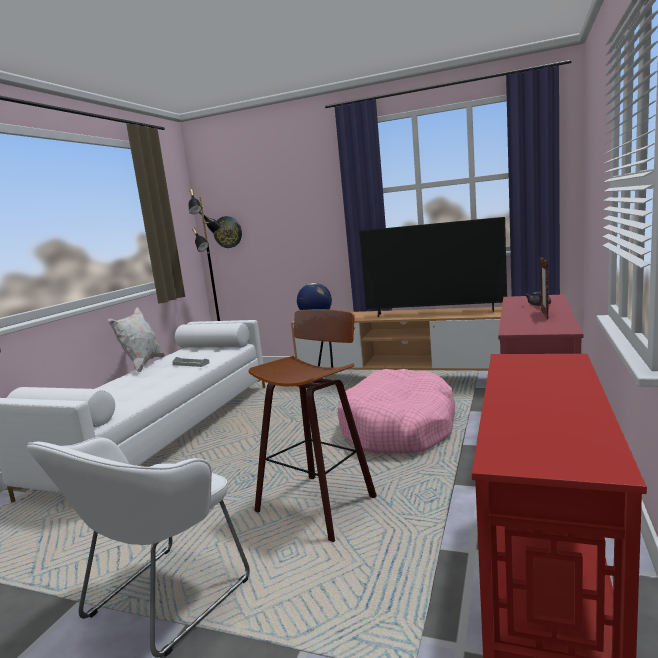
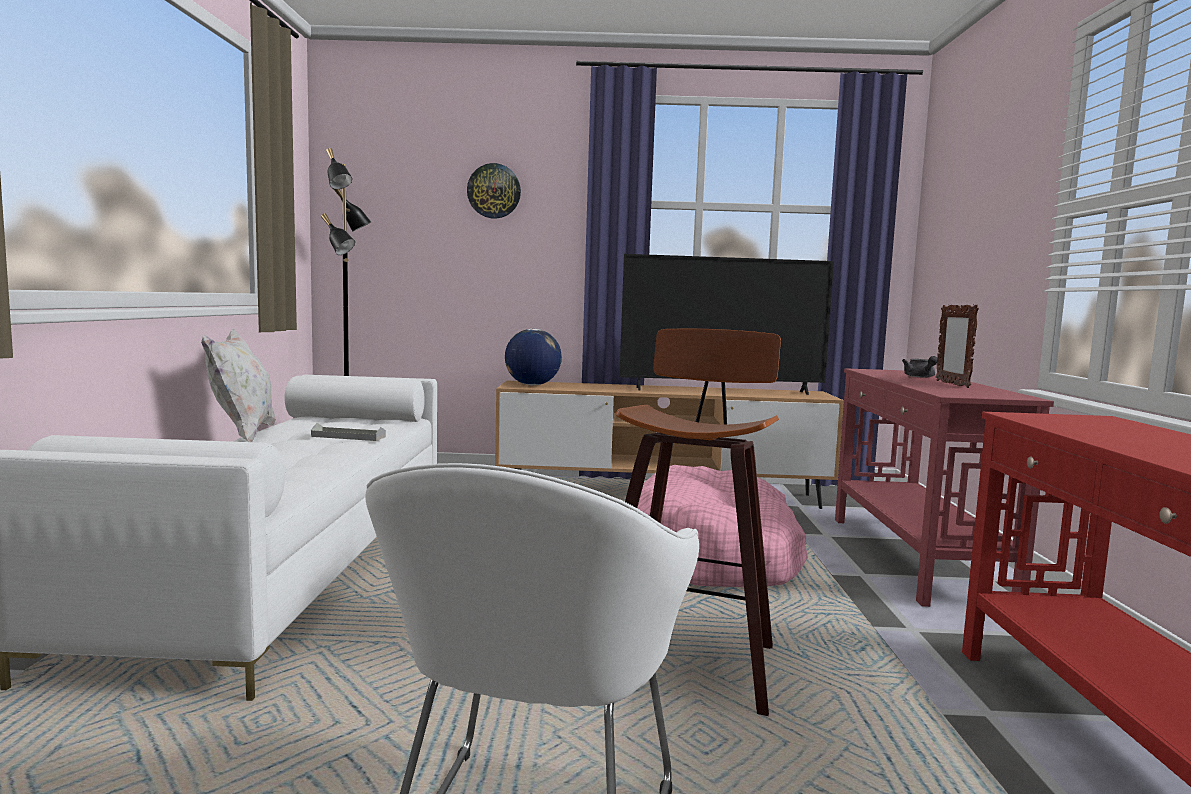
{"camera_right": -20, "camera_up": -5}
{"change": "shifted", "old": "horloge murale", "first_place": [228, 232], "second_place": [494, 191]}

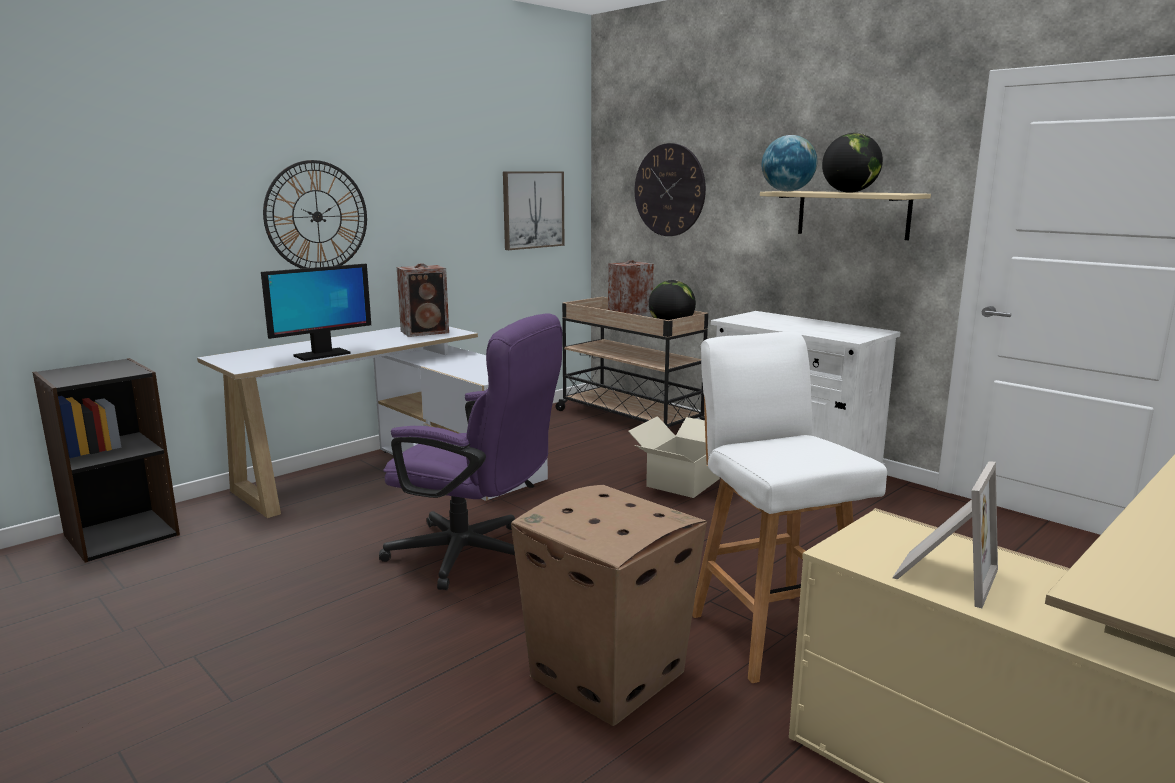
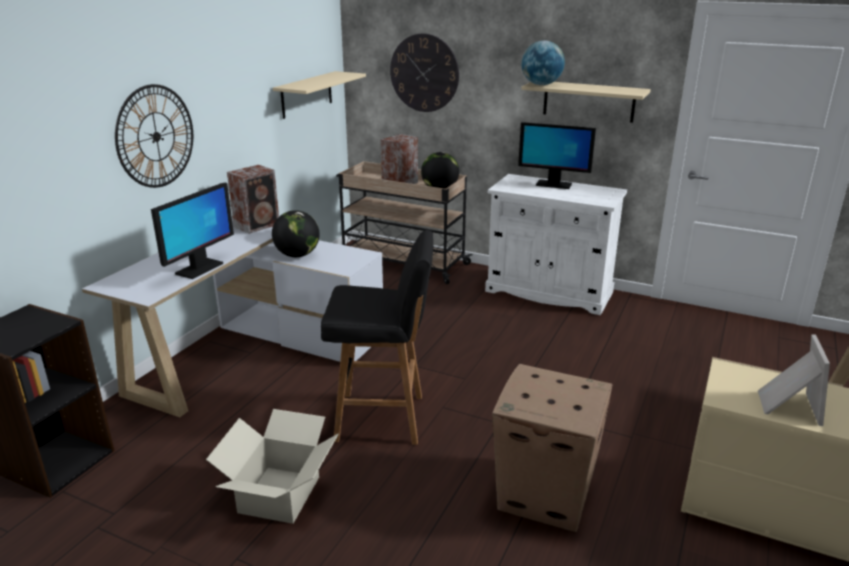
{"camera_right": -20, "camera_up": 10}
{"change": "gone", "old": "tabouret (blanc)", "first_place": [771, 632]}
{"change": "new", "new": "écran d'ordinateur", "second_place": [553, 184]}
{"change": "shifted", "old": "carton", "first_place": [684, 482], "second_place": [280, 494]}
{"change": "shifted", "old": "globe", "first_place": [849, 192], "second_place": [297, 255]}
{"change": "swapped", "old": "chaise de bureau (violet)", "new": "tabouret (noir)", "first_place": [475, 556], "second_place": [383, 418]}
{"change": "swapped", "old": "tableau", "new": "étagère (beige)", "first_place": [533, 209], "second_place": [307, 94]}

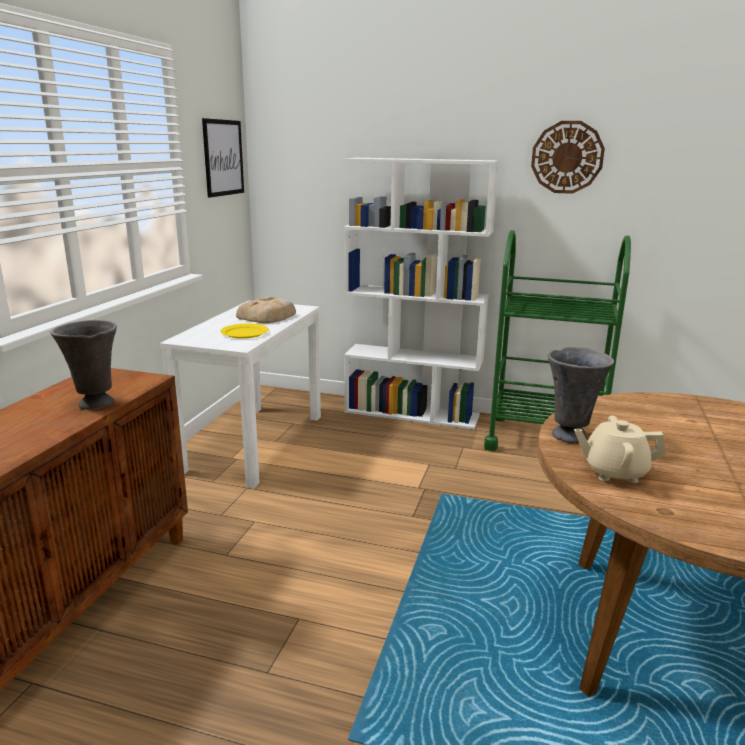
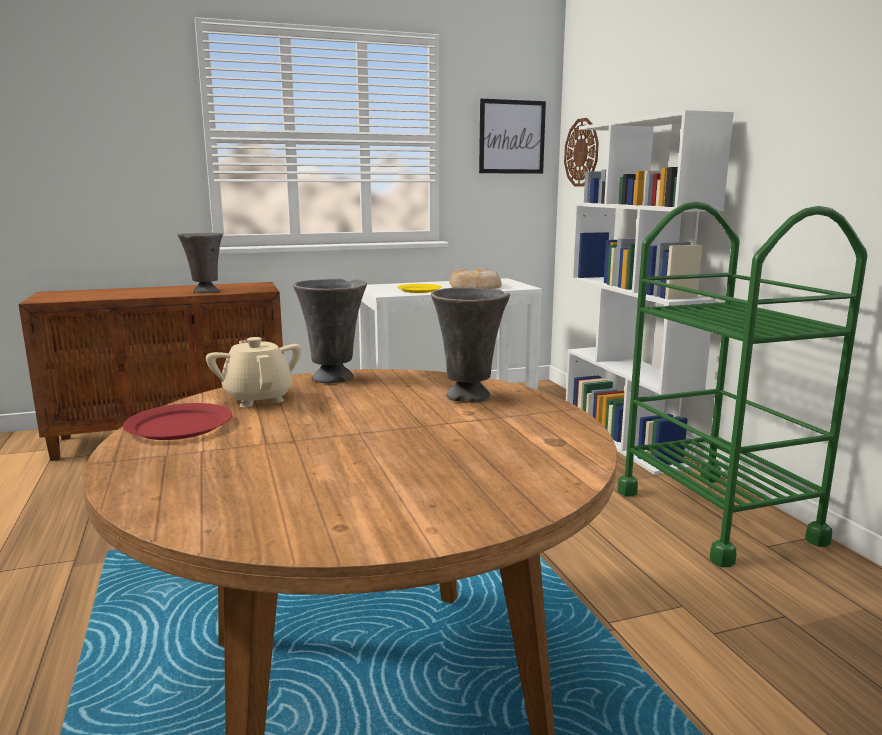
{"camera_right": 55, "camera_up": -5}
{"change": "new", "new": "assiette (rouge)", "second_place": [180, 426]}
{"change": "new", "new": "vase (gris)", "second_place": [469, 397]}
{"change": "shifted", "old": "horloge murale", "first_place": [567, 157], "second_place": [581, 152]}

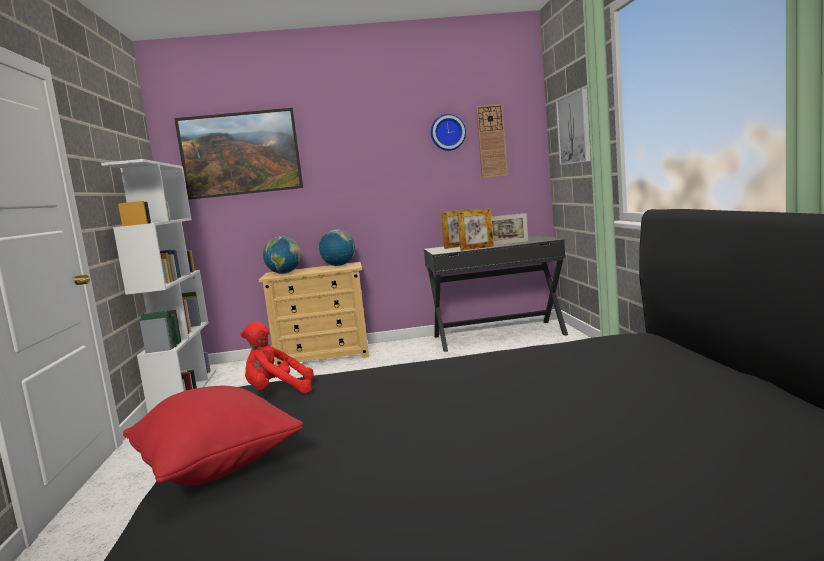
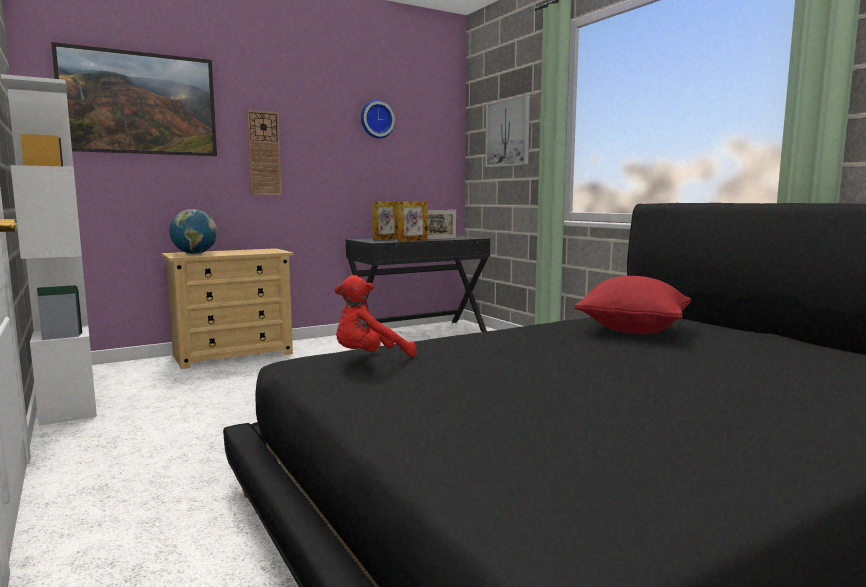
{"camera_right": -25, "camera_up": 0}
{"change": "gone", "old": "globe", "first_place": [339, 265]}
{"change": "shifted", "old": "coussin (rouge)", "first_place": [217, 467], "second_place": [633, 330]}
{"change": "shifted", "old": "horloge murale", "first_place": [491, 141], "second_place": [264, 153]}

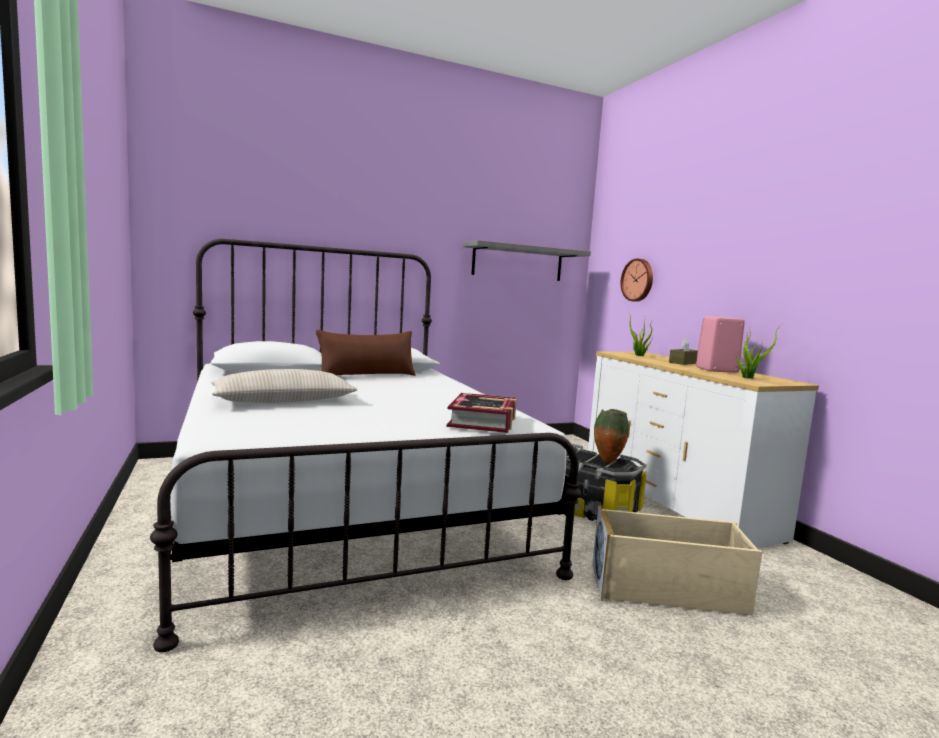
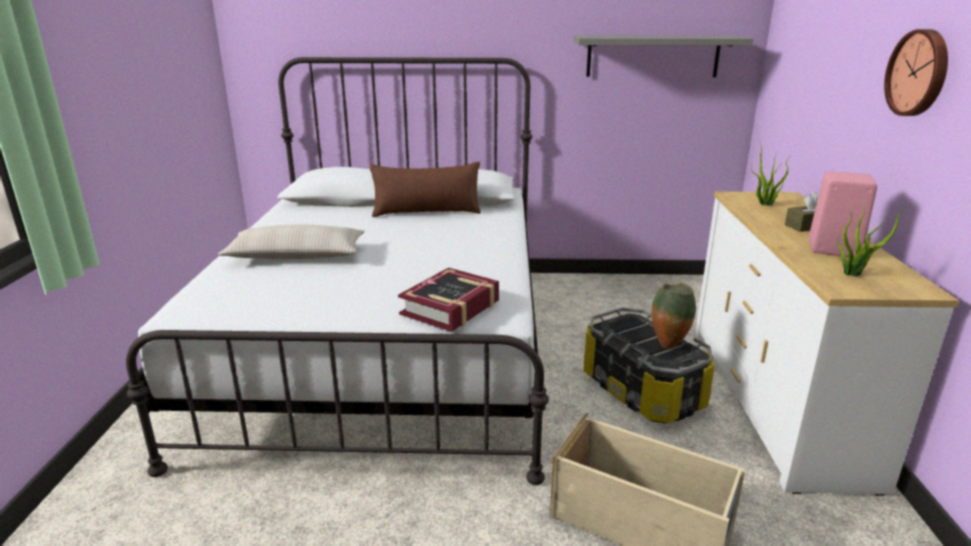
{"camera_right": 25, "camera_up": 15}
{"change": "shifted", "old": "horloge murale", "first_place": [638, 280], "second_place": [919, 73]}

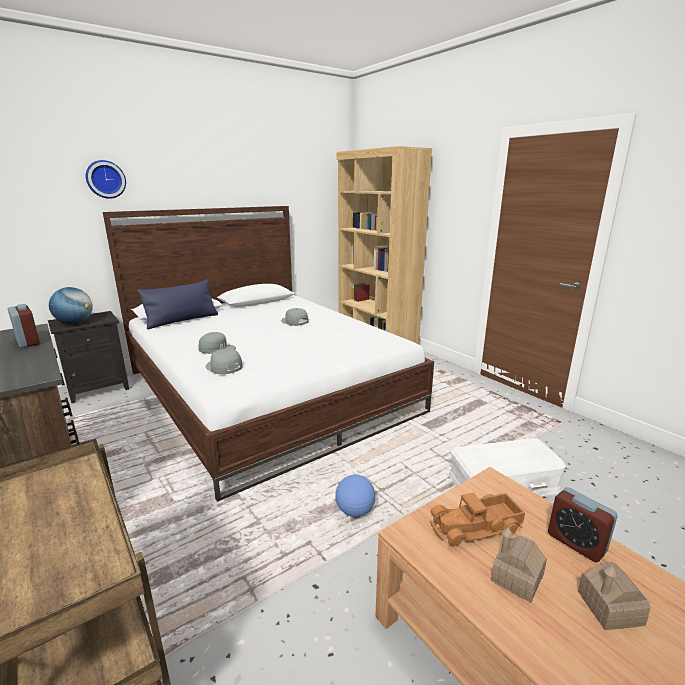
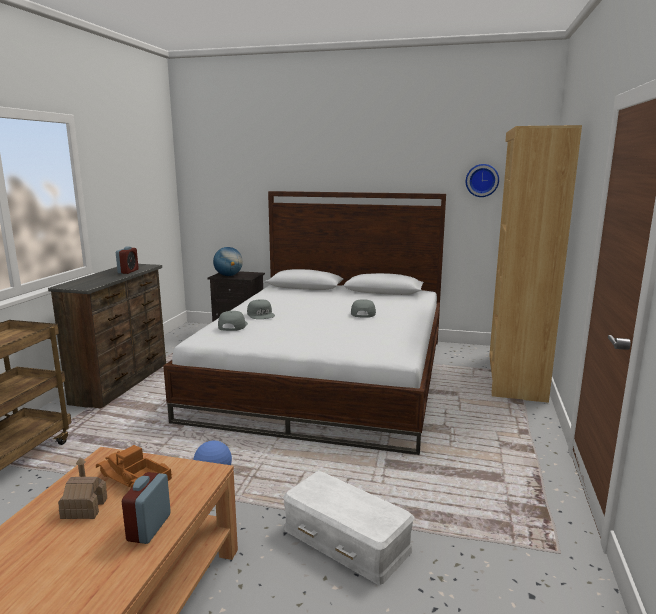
{"camera_right": 50, "camera_up": -5}
{"change": "gone", "old": "coussin (bleu)", "first_place": [182, 320]}
{"change": "gone", "old": "maison miniature", "first_place": [609, 608]}
{"change": "shifted", "old": "horloge murale", "first_place": [105, 179], "second_place": [482, 180]}

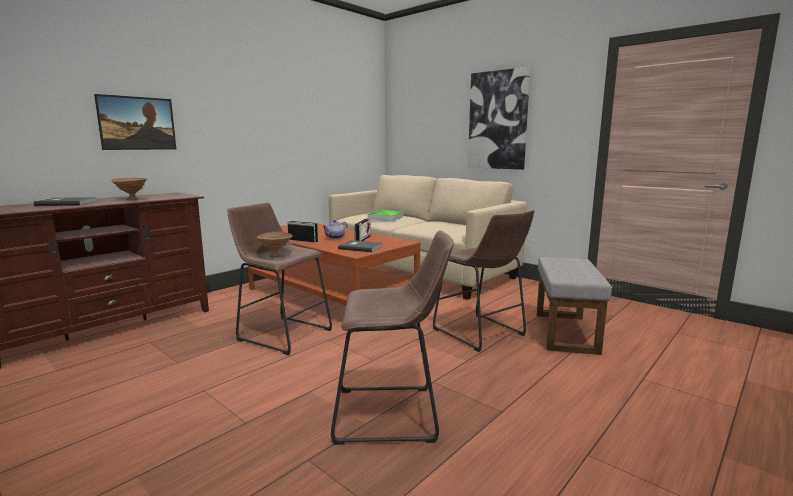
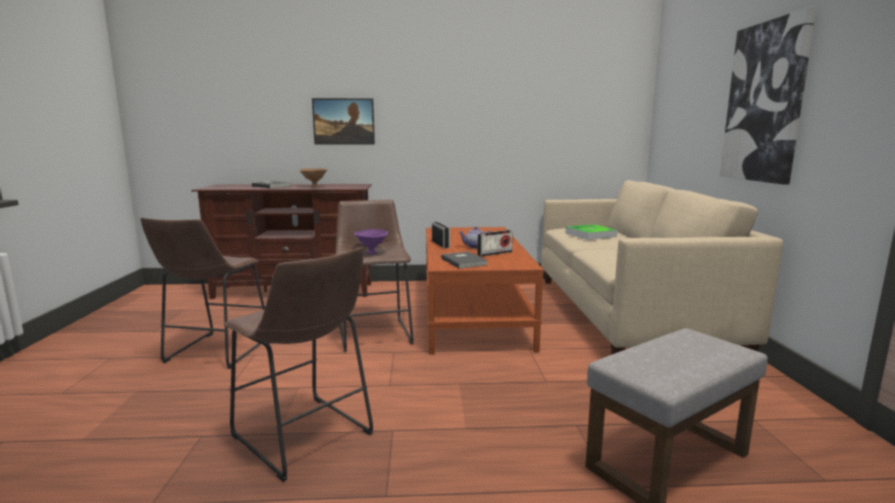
{"camera_right": 45, "camera_up": 0}
{"change": "shifted", "old": "tabouret (marron)", "first_place": [481, 334], "second_place": [215, 352]}
{"change": "repainted", "old": "bol (marron)", "new": "bol (violet)", "first_place": [276, 256], "second_place": [372, 253]}

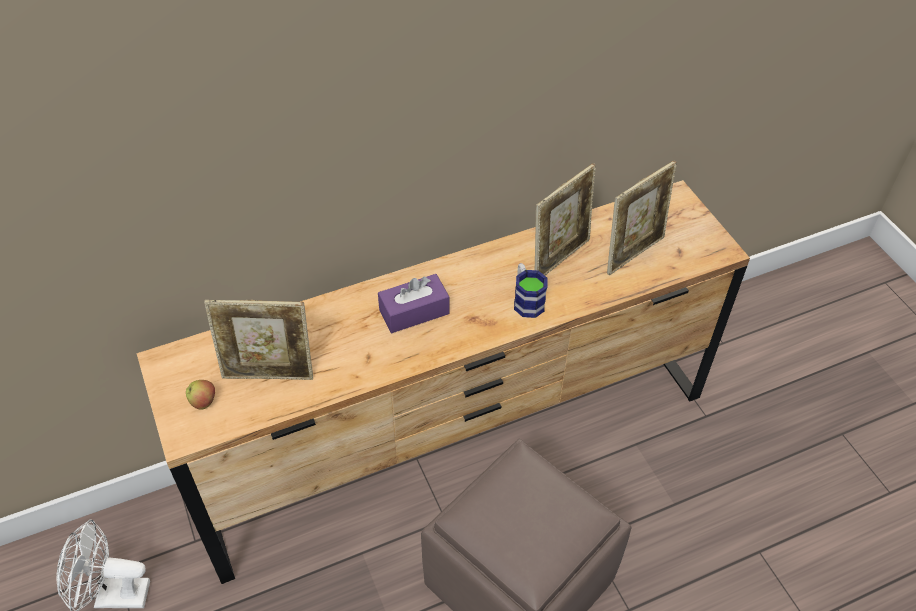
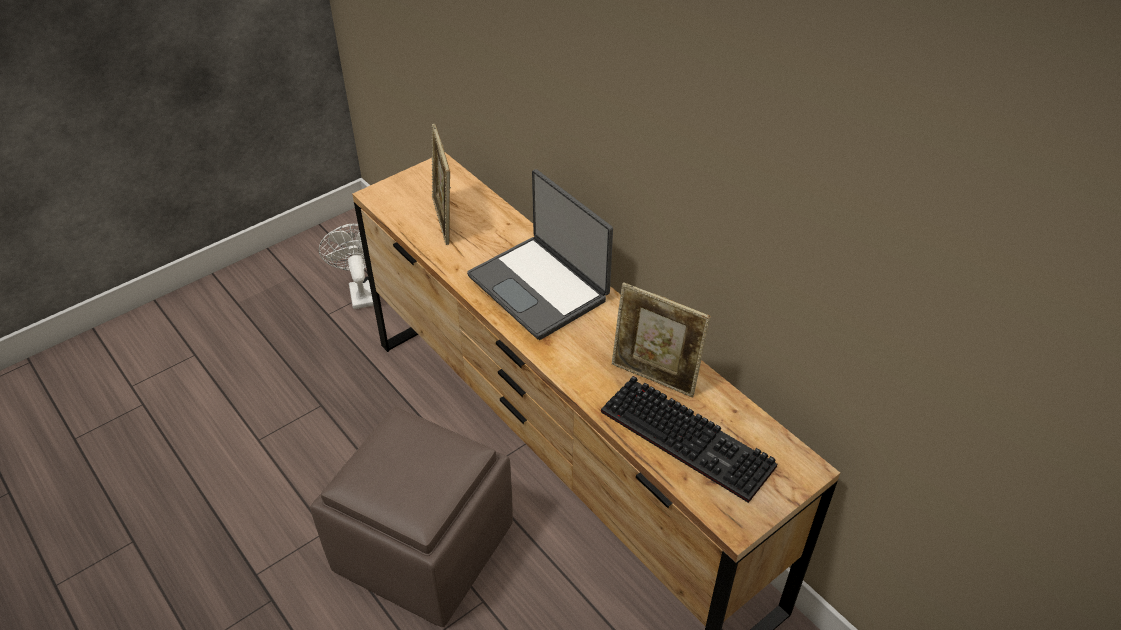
{"camera_right": 75, "camera_up": -5}
{"change": "gone", "old": "pomme", "first_place": [203, 402]}
{"change": "gone", "old": "mug", "first_place": [526, 300]}
{"change": "swapped", "old": "boîte à mouchoirs (violet)", "new": "ordinateur portable", "first_place": [414, 312], "second_place": [540, 287]}
{"change": "swapped", "old": "cadre photo", "new": "clavier", "first_place": [633, 253], "second_place": [691, 438]}

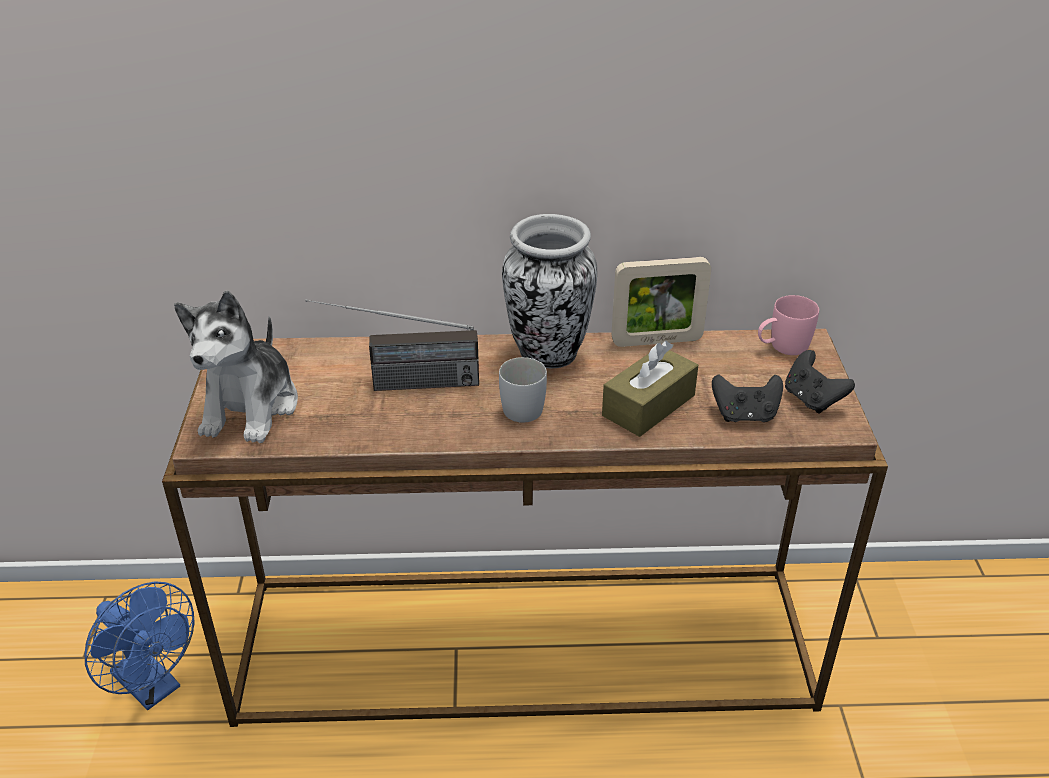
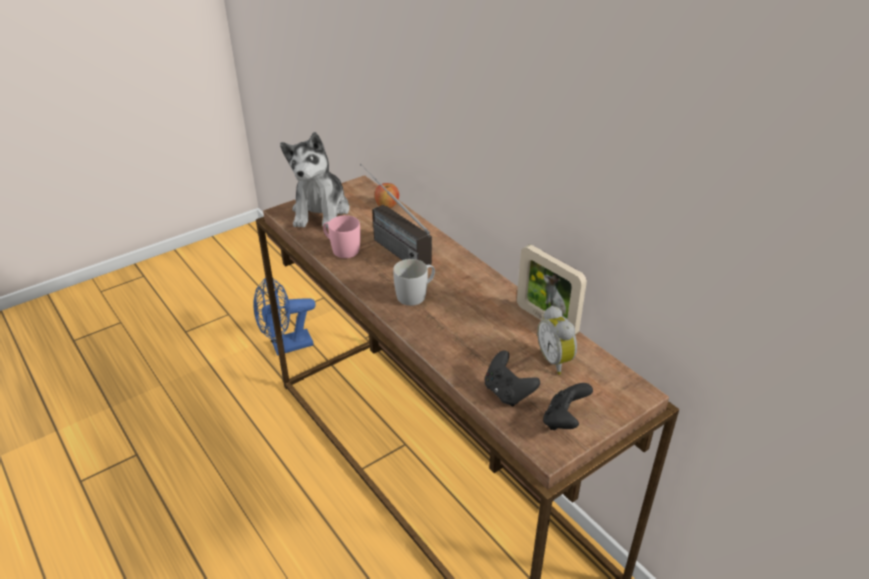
{"camera_right": 55, "camera_up": 0}
{"change": "gone", "old": "vase", "first_place": [548, 355]}
{"change": "gone", "old": "boîte à mouchoirs (marron)", "first_place": [648, 405]}
{"change": "new", "new": "pomme", "second_place": [387, 206]}
{"change": "new", "new": "réveil", "second_place": [556, 360]}
{"change": "shifted", "old": "mug (rose)", "first_place": [782, 347], "second_place": [341, 249]}
{"change": "rotated", "old": "ventilateur (bleu)", "first_place": [154, 687], "second_place": [286, 346], "degrees": 60}
{"change": "rotated", "old": "peluche", "first_place": [251, 407], "second_place": [321, 211], "degrees": -60}

